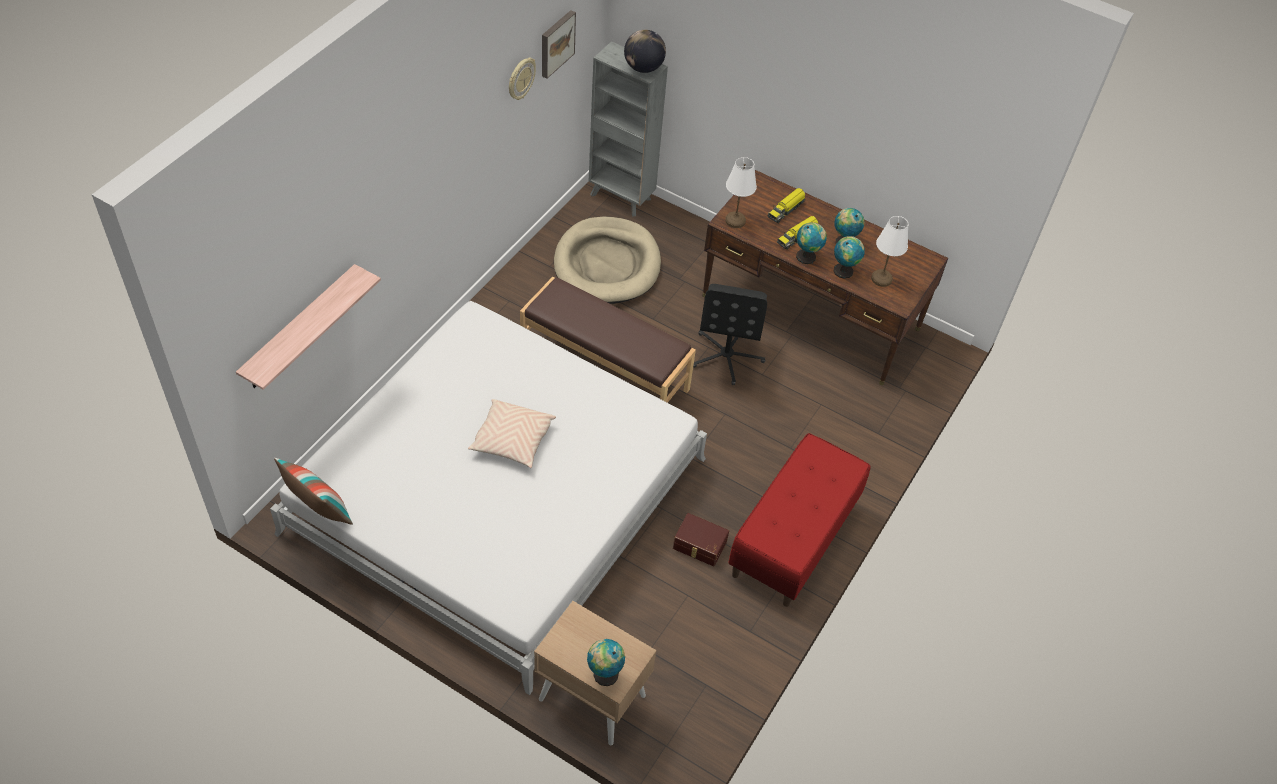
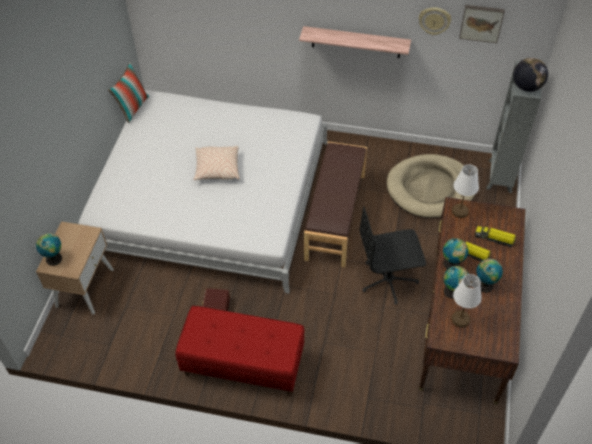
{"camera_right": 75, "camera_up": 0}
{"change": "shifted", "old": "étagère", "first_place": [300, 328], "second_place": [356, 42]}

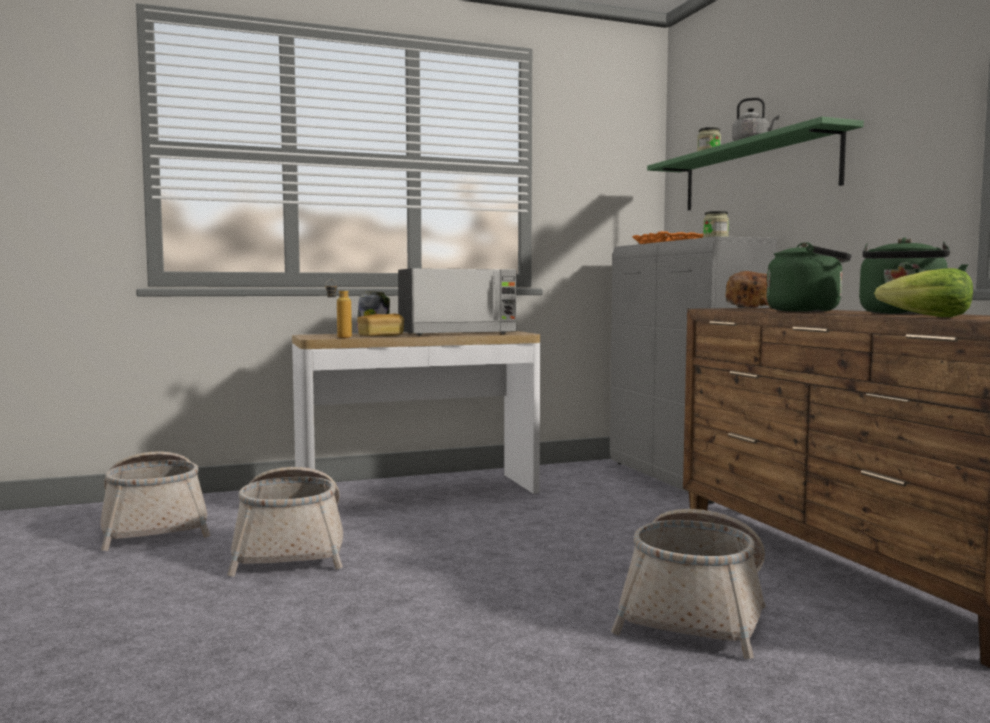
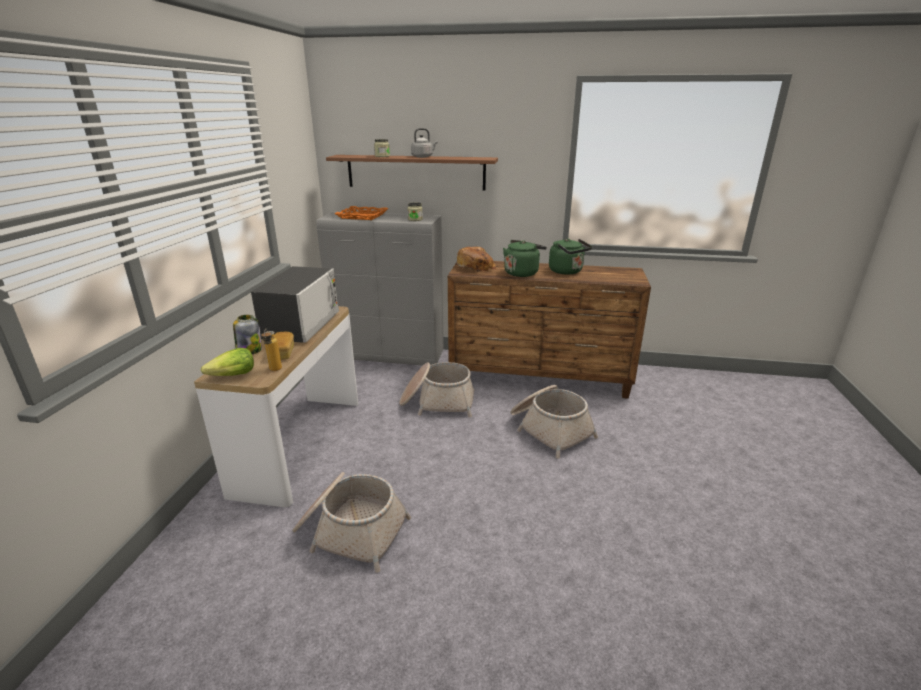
{"camera_right": -60, "camera_up": 20}
{"change": "shifted", "old": "panier", "first_place": [155, 526], "second_place": [437, 402]}
{"change": "shifted", "old": "laitue", "first_place": [927, 317], "second_place": [233, 376]}
{"change": "repainted", "old": "étagère (vert)", "new": "étagère (marron)", "first_place": [756, 173], "second_place": [415, 172]}

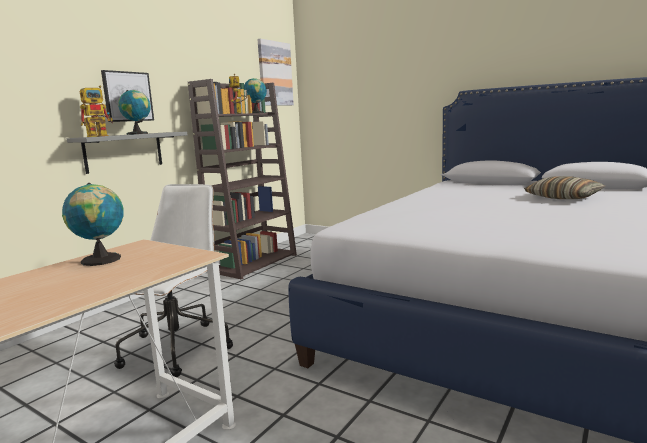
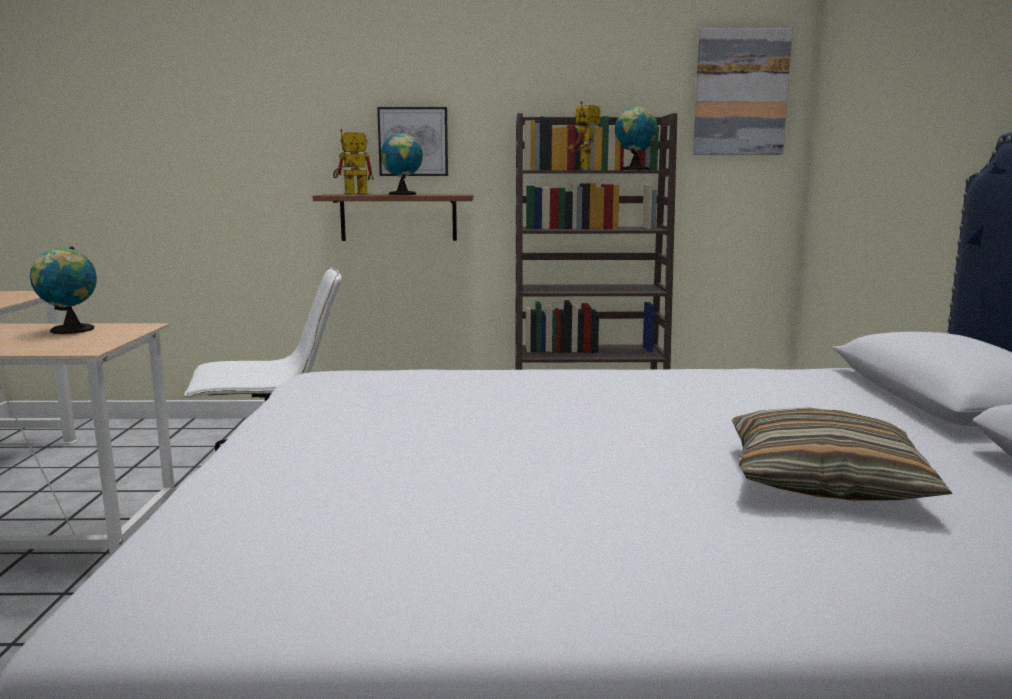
{"camera_right": 55, "camera_up": 0}
{"change": "repainted", "old": "étagère (gris)", "new": "étagère (marron)", "first_place": [124, 152], "second_place": [398, 217]}
{"change": "rotated", "old": "robot jouet", "first_place": [101, 136], "second_place": [350, 194], "degrees": 150}

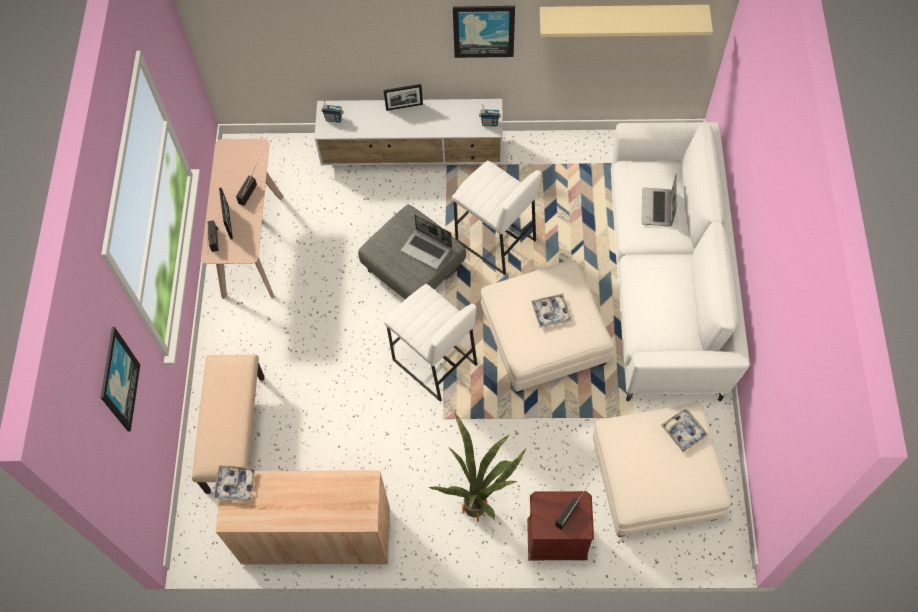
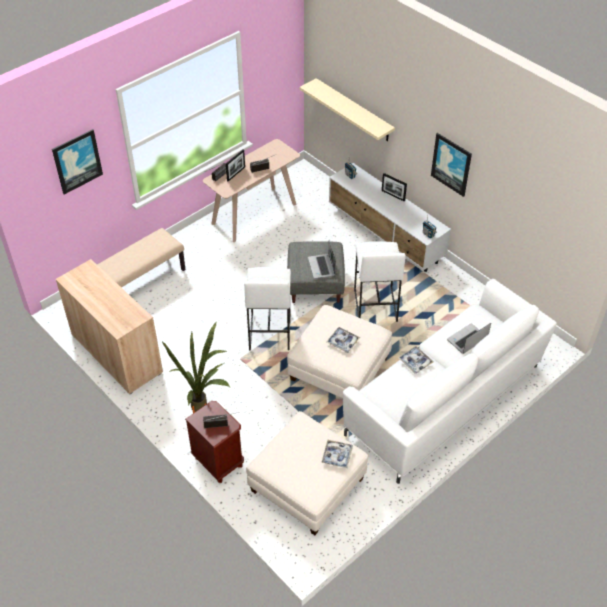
{"camera_right": 45, "camera_up": -15}
{"change": "shifted", "old": "plateau", "first_place": [235, 485], "second_place": [415, 362]}
{"change": "shifted", "old": "étagère (beige)", "first_place": [622, 16], "second_place": [354, 110]}

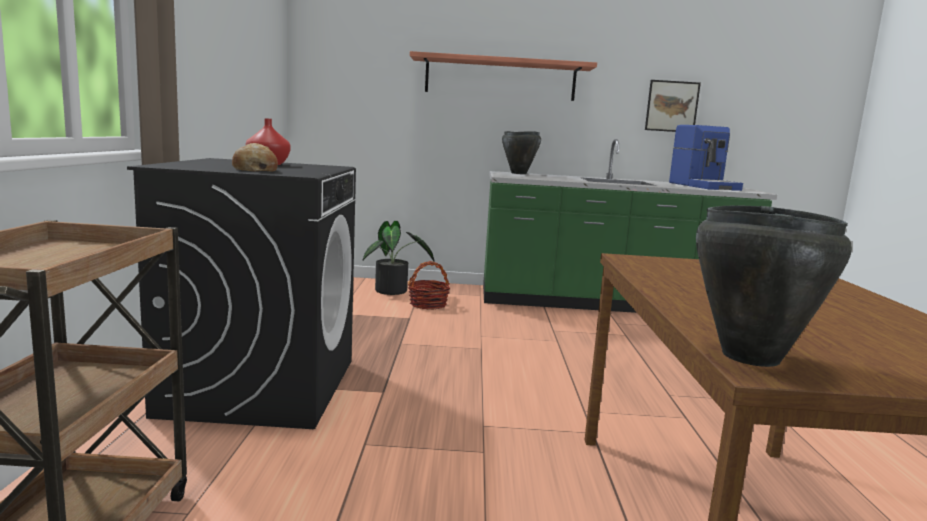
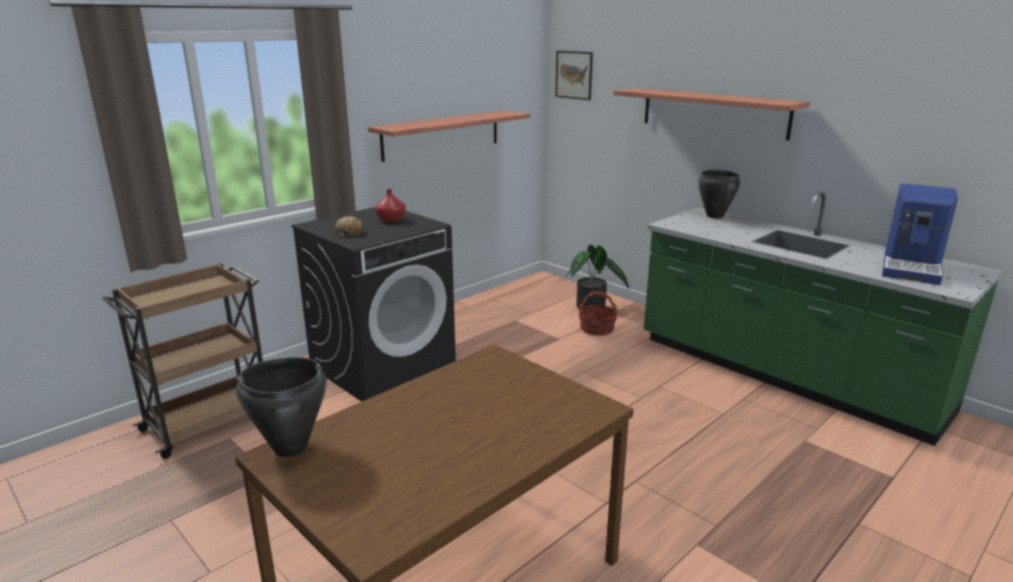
{"camera_right": 45, "camera_up": 10}
{"change": "new", "new": "étagère", "second_place": [442, 135]}
{"change": "shifted", "old": "tableau", "first_place": [672, 106], "second_place": [574, 75]}

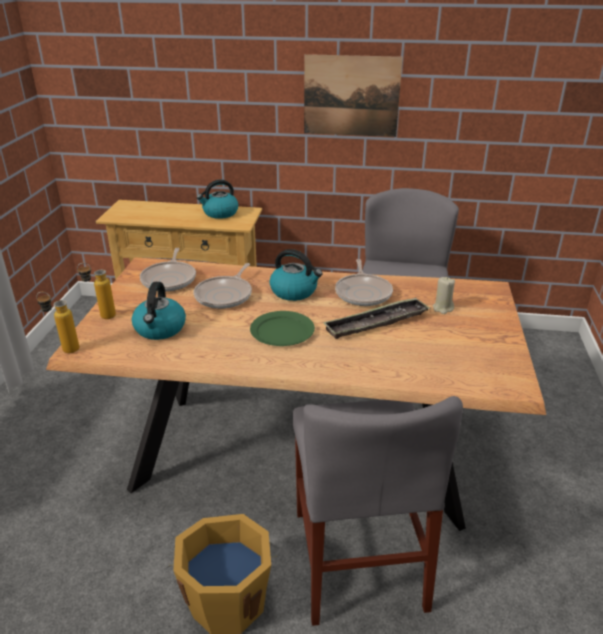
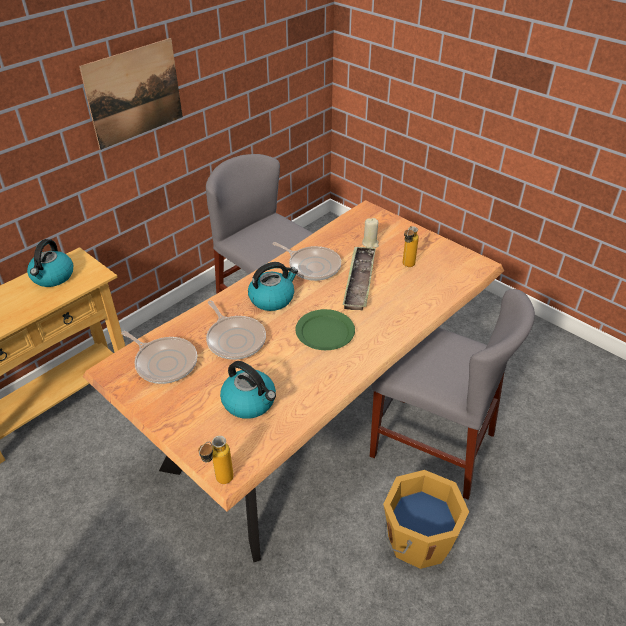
{"camera_right": -55, "camera_up": 10}
{"change": "shifted", "old": "bouteille", "first_place": [101, 316], "second_place": [406, 266]}

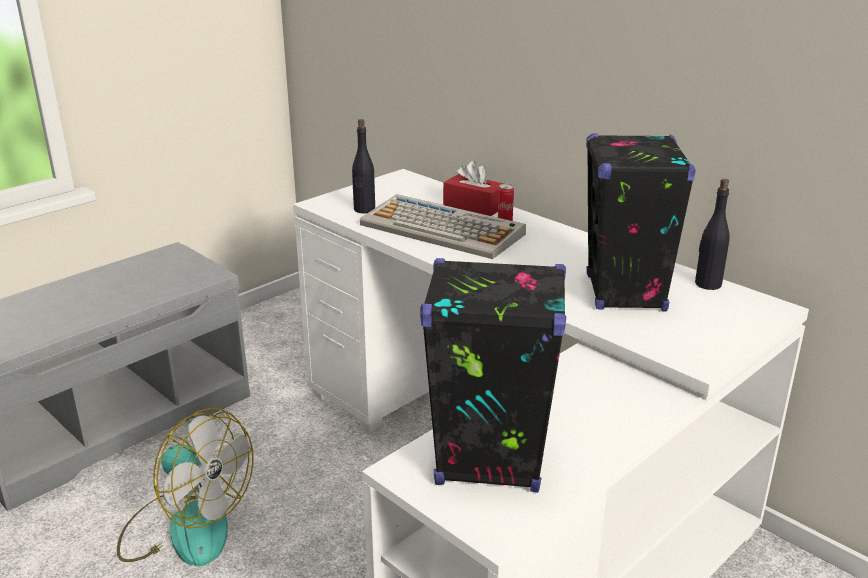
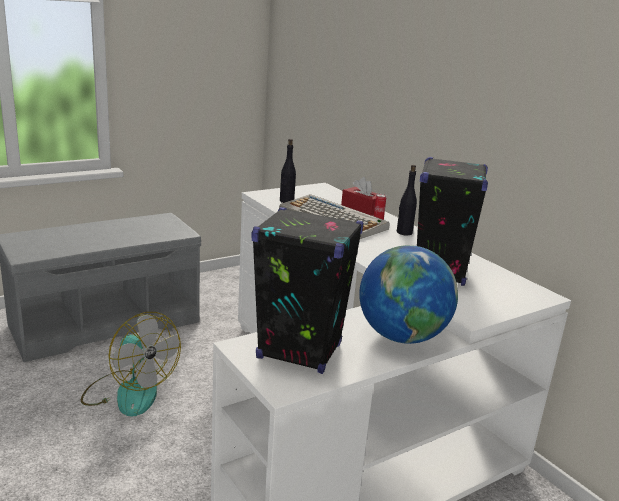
{"camera_right": 10, "camera_up": -5}
{"change": "new", "new": "globe", "second_place": [401, 337]}
{"change": "shifted", "old": "bouteille (noir)", "first_place": [707, 284], "second_place": [404, 232]}

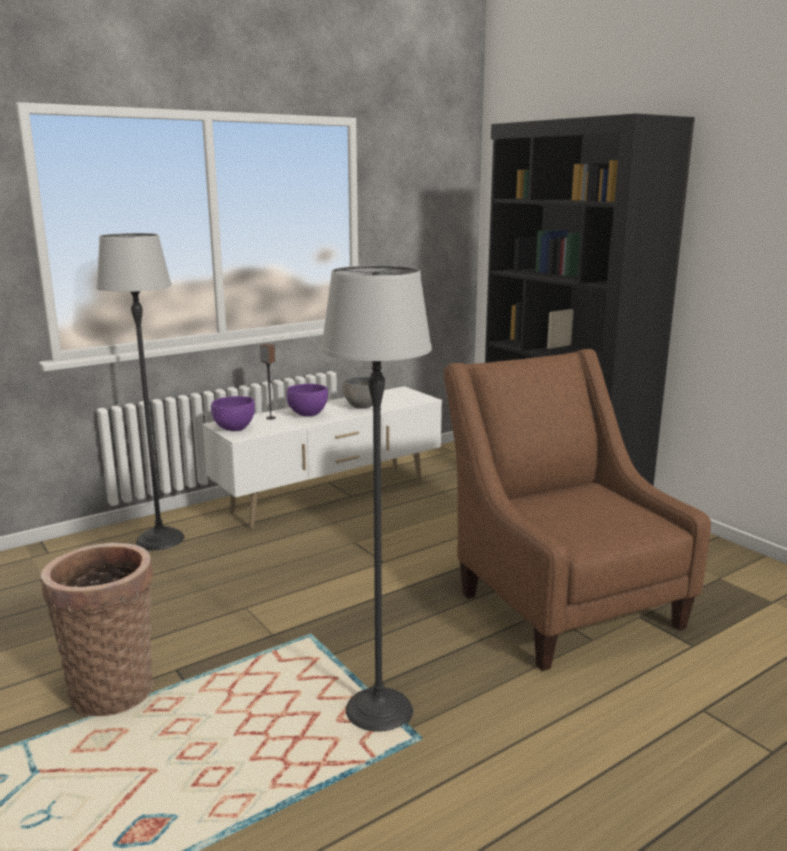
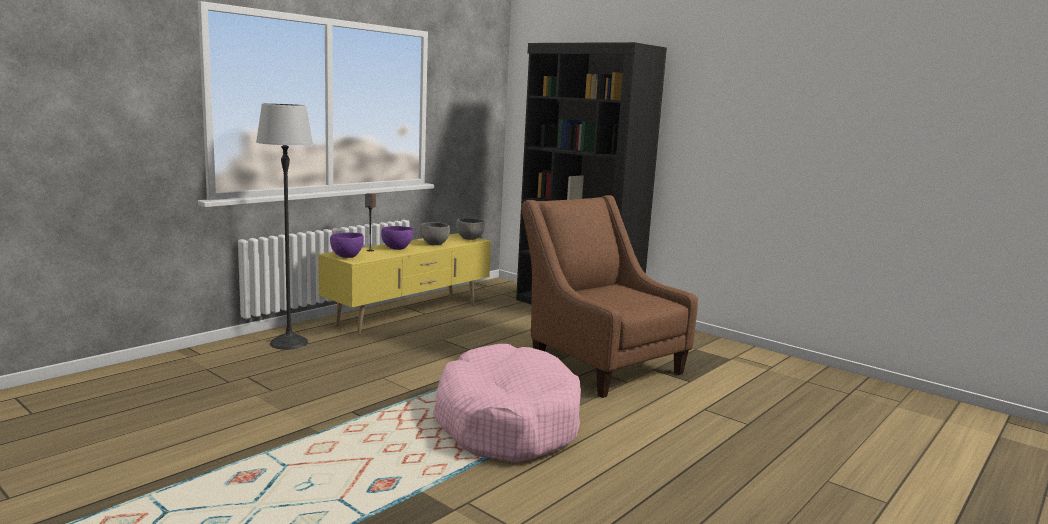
{"camera_right": -15, "camera_up": -5}
{"change": "gone", "old": "panier", "first_place": [113, 688]}
{"change": "new", "new": "bol (gris)", "second_place": [470, 238]}
{"change": "swapped", "old": "lampadaire", "new": "panier pour chien (rose)", "first_place": [379, 711], "second_place": [506, 422]}
{"change": "repainted", "old": "meuble télé (blanc)", "new": "meuble télé (jaune)", "first_place": [331, 497], "second_place": [410, 315]}

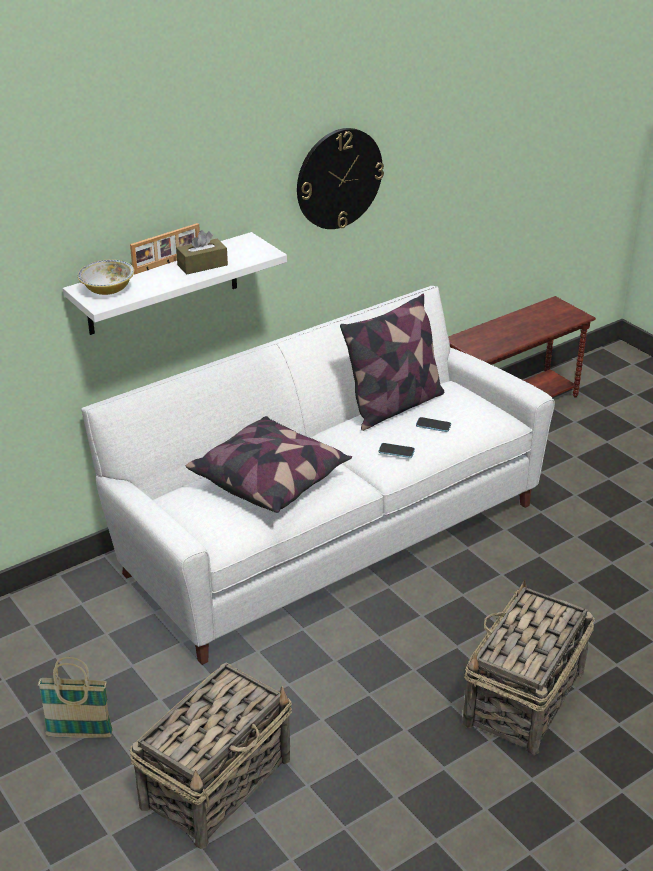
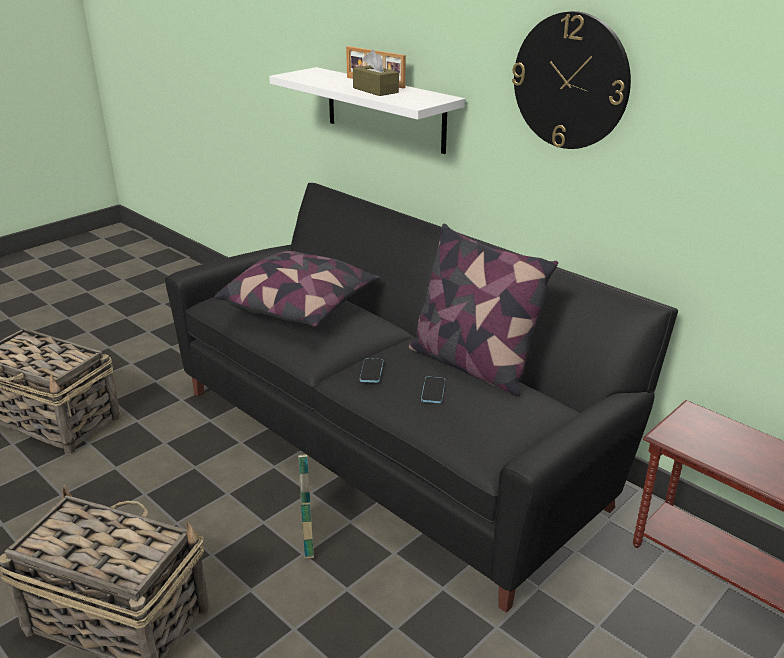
{"camera_right": 80, "camera_up": -5}
{"change": "gone", "old": "bol", "first_place": [107, 289]}
{"change": "shifted", "old": "panier", "first_place": [80, 734], "second_place": [308, 536]}
{"change": "repainted", "old": "canapé (blanc)", "new": "canapé (noir)", "first_place": [326, 532], "second_place": [392, 440]}

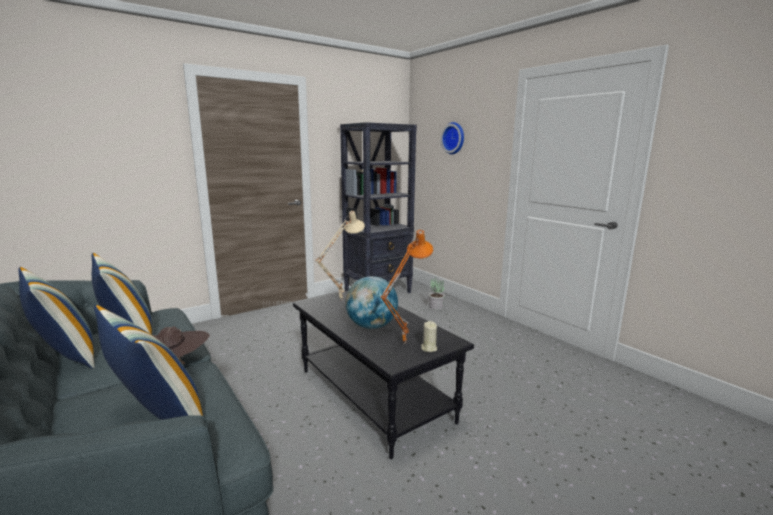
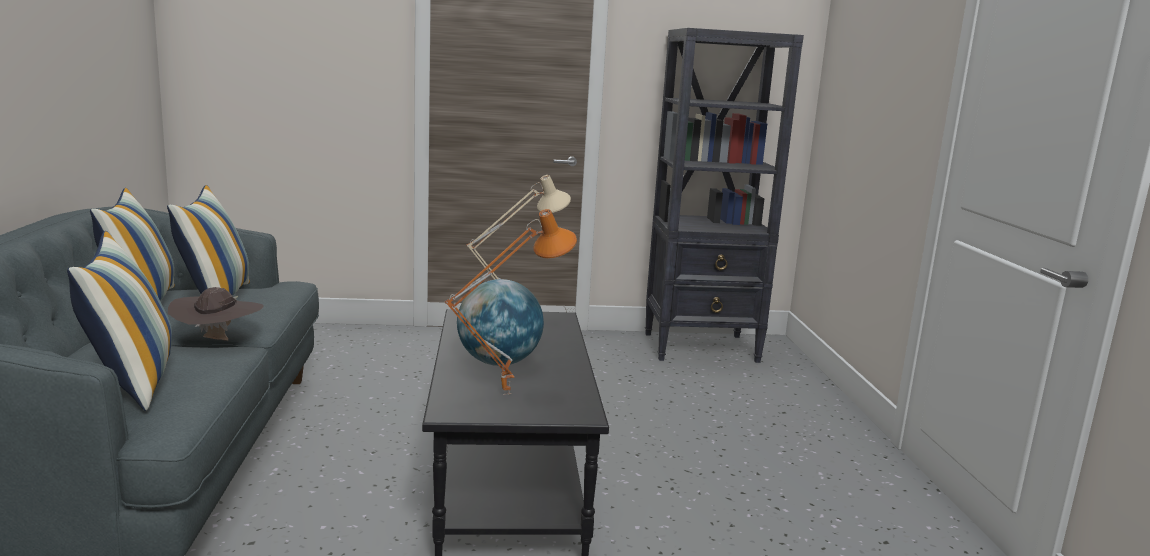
{"camera_right": 30, "camera_up": 0}
{"change": "gone", "old": "bougie (beige)", "first_place": [429, 348]}
{"change": "gone", "old": "plante en pot", "first_place": [435, 307]}
{"change": "gone", "old": "horloge murale", "first_place": [454, 138]}

